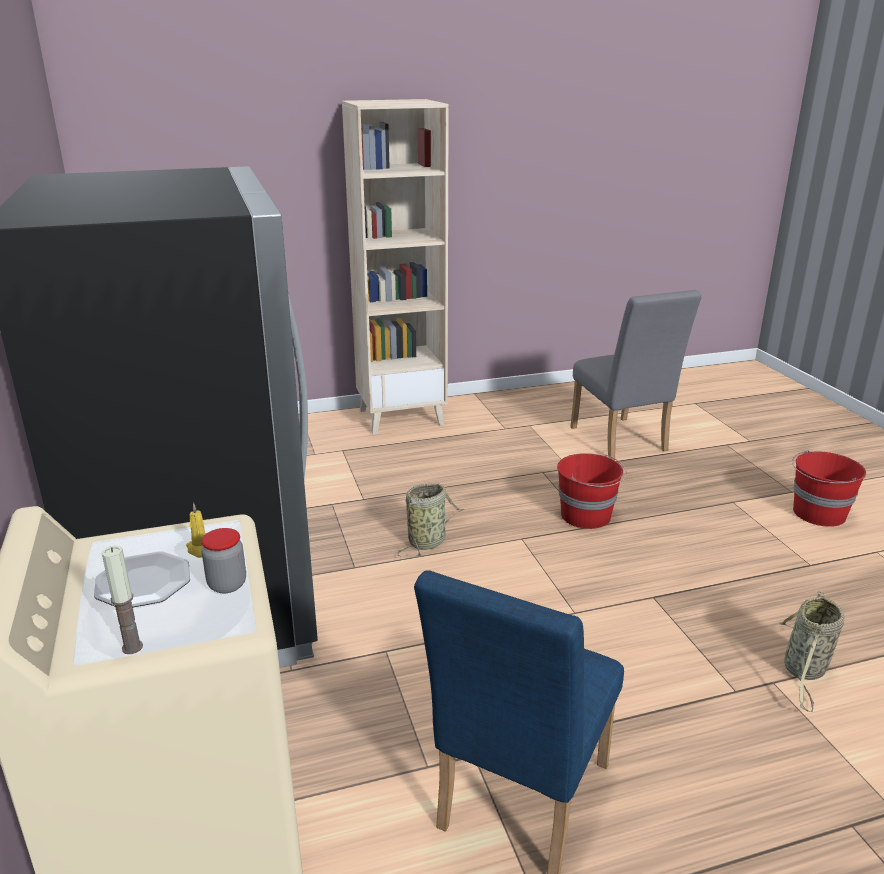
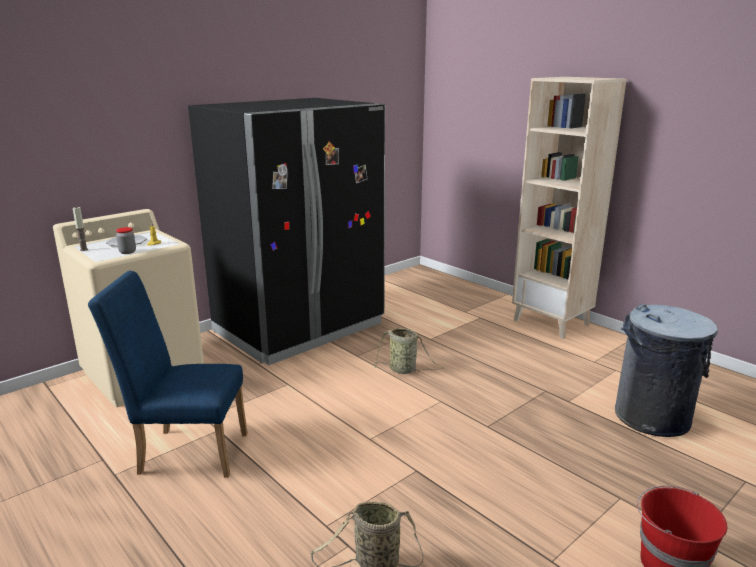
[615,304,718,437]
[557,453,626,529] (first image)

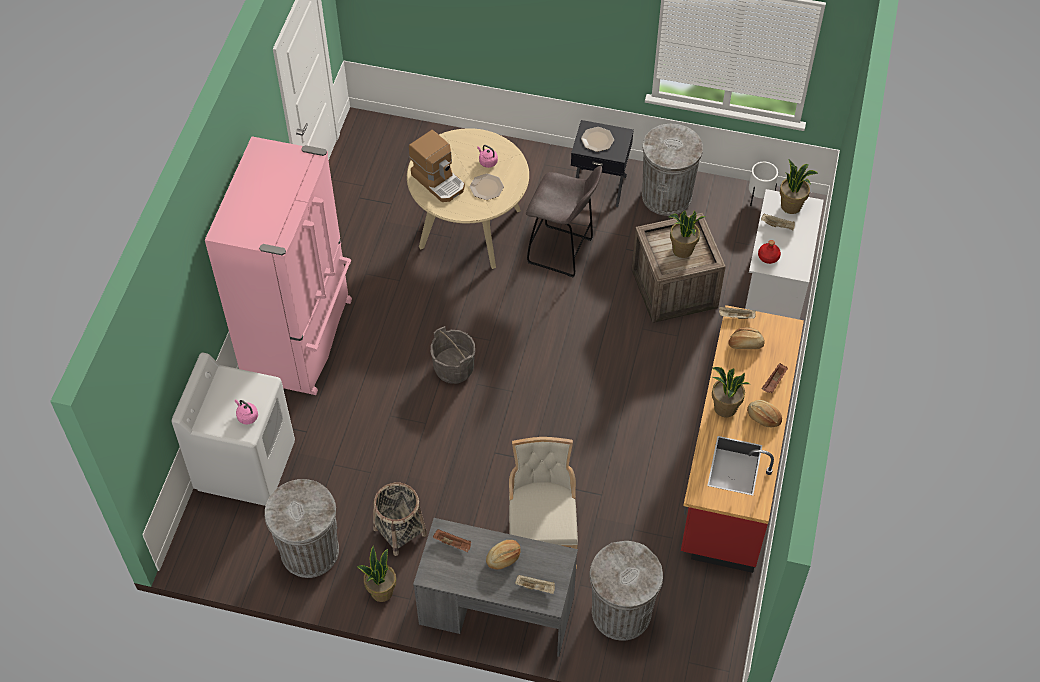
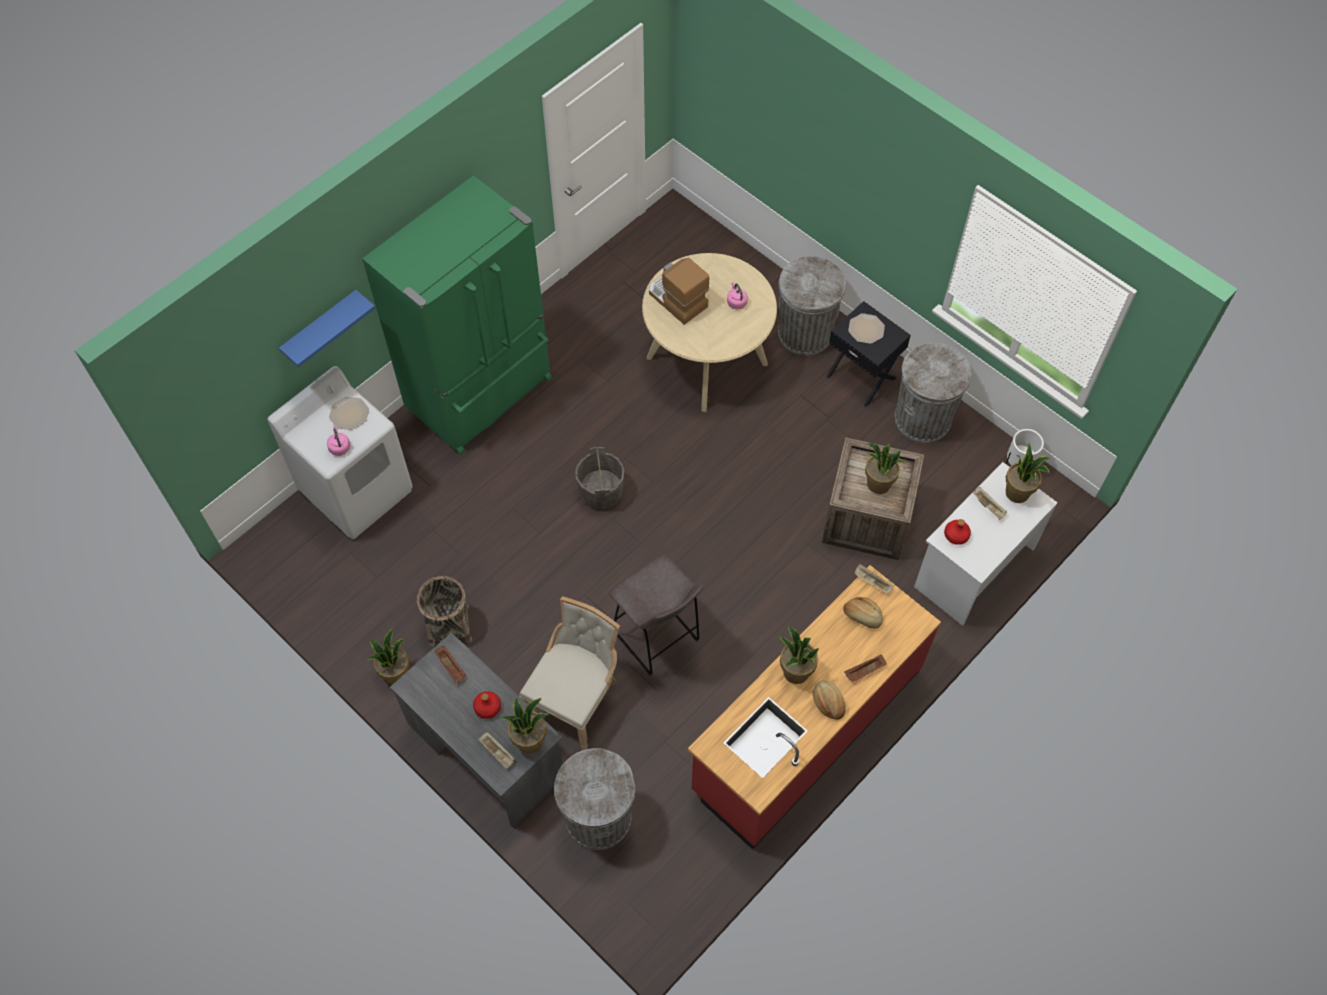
[279,290,375,367]
[329,397,369,430]
[362,175,552,455]
[473,691,501,719]
[501,698,549,753]
[608,554,704,675]
[649,258,709,325]
[778,256,846,356]

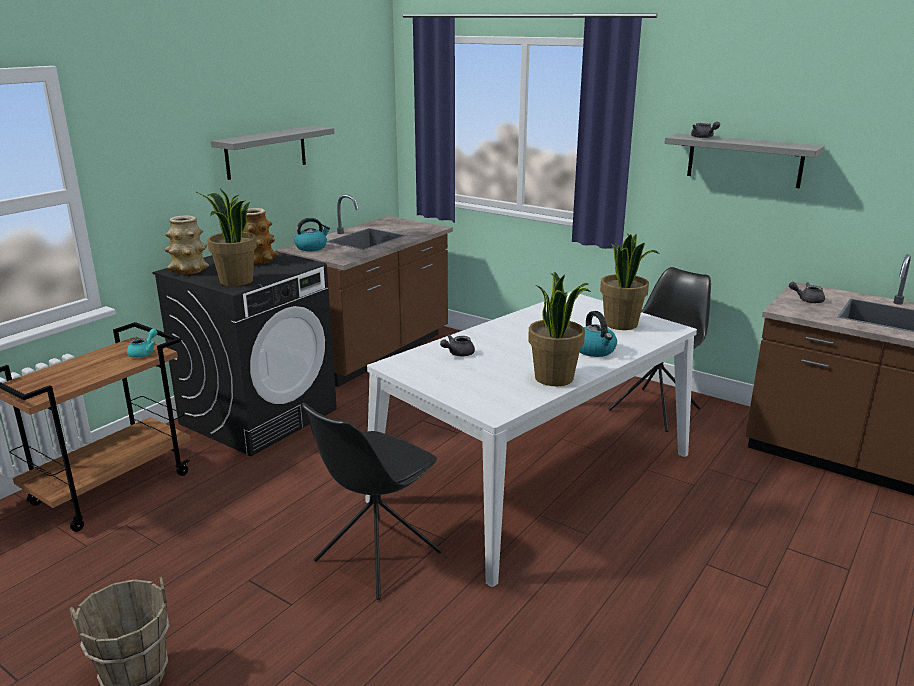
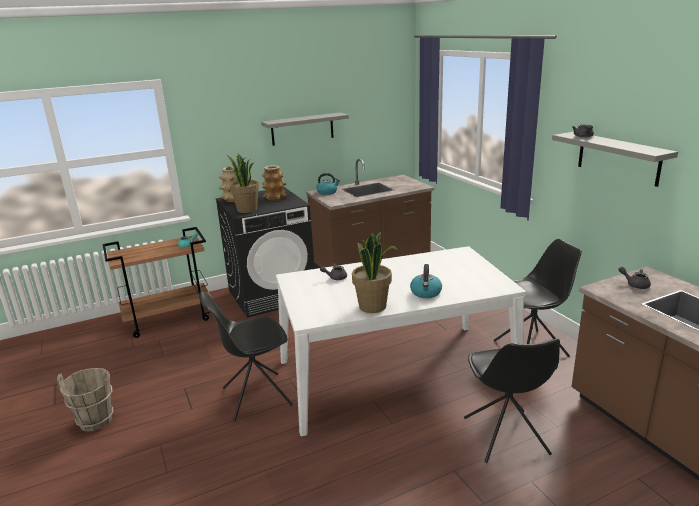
[464,339,560,463]
[600,233,659,330] (first image)

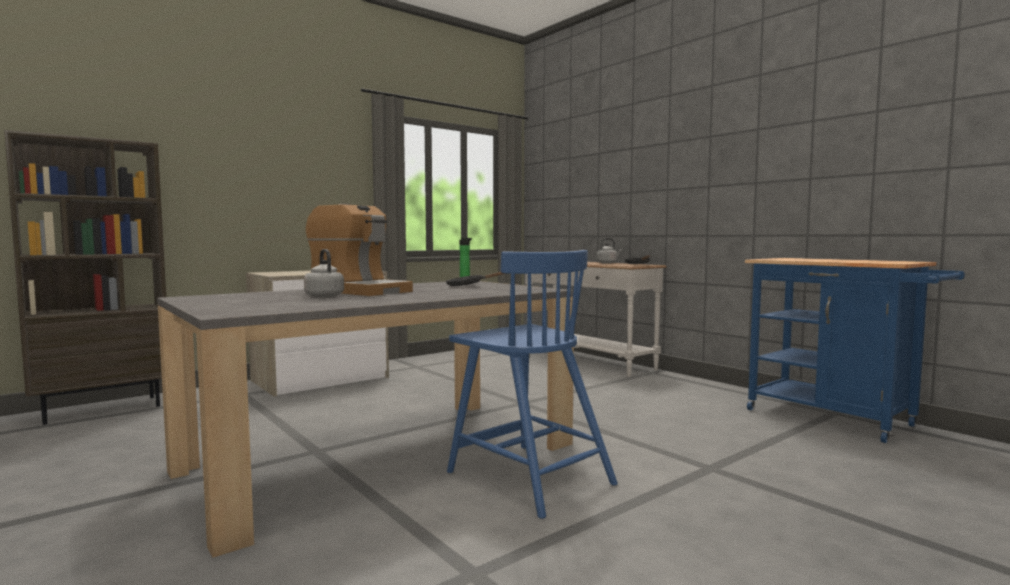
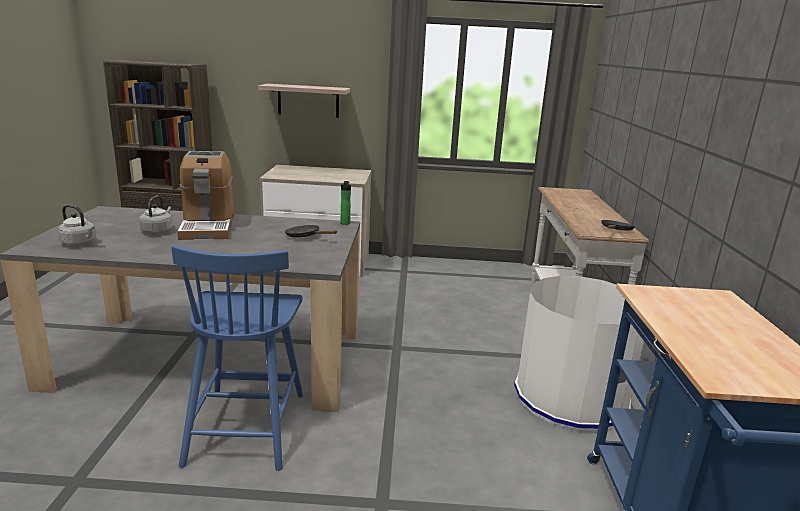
[58,205,96,246]
[258,83,350,118]
[514,276,644,431]

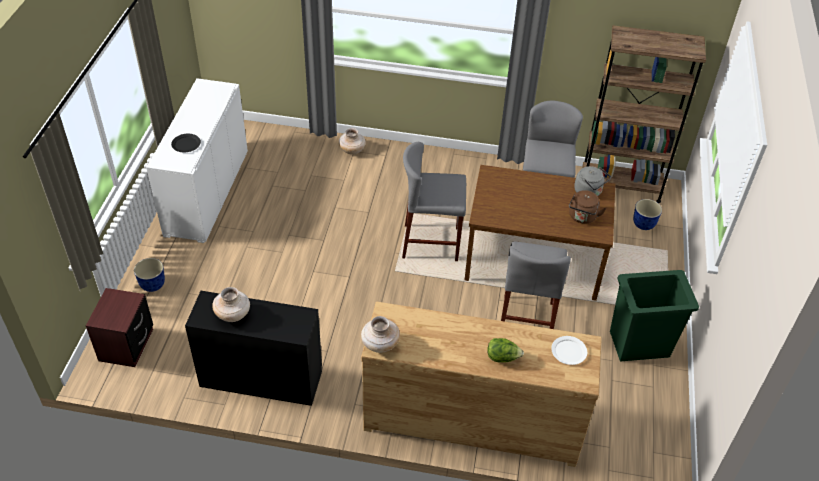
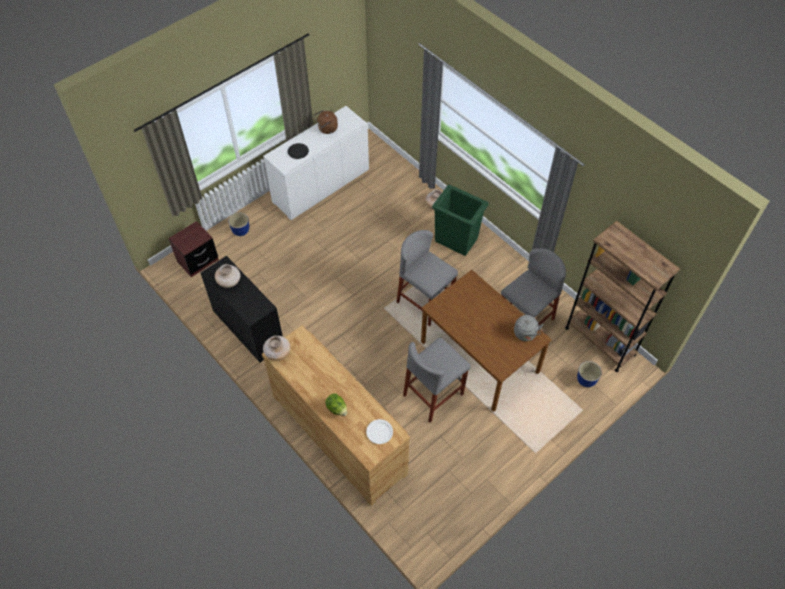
[313,110,338,134]
[432,185,489,256]

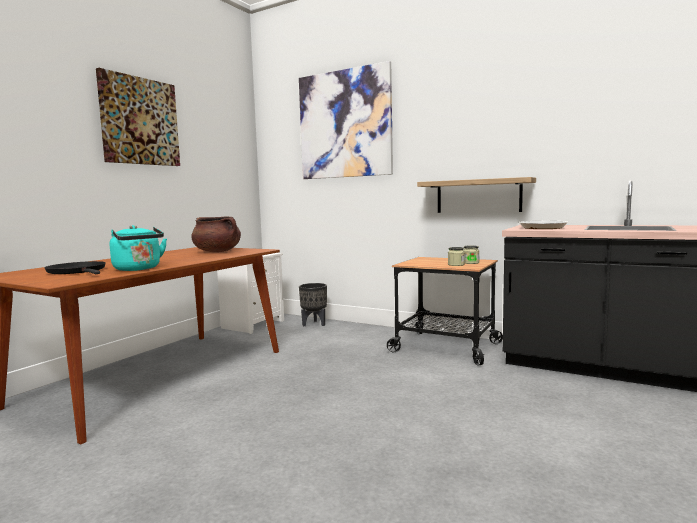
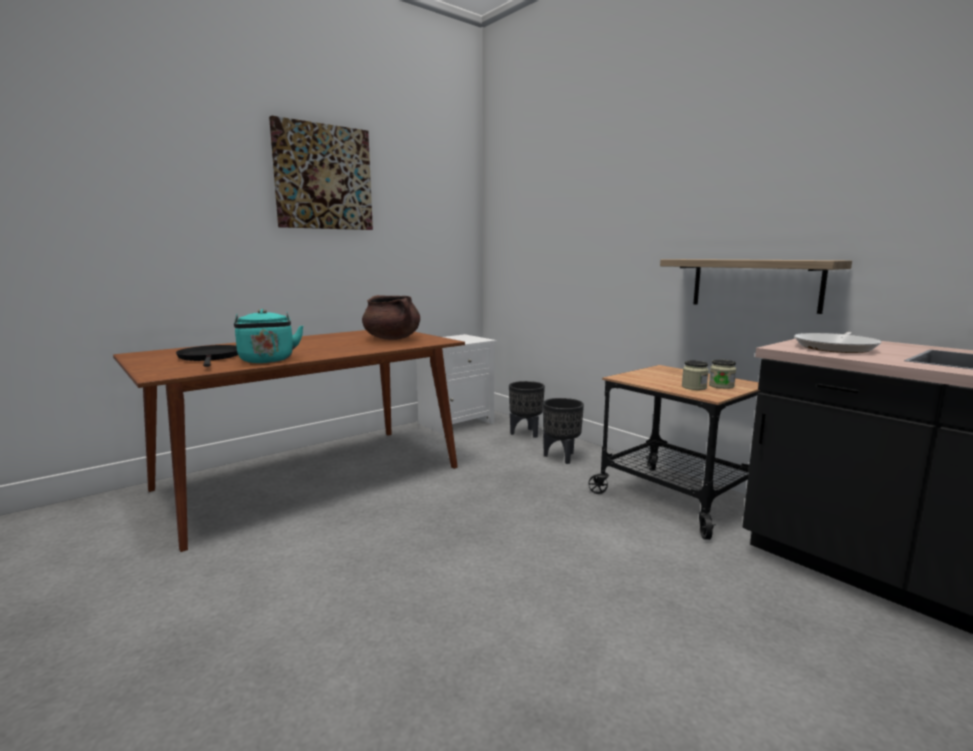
[543,398,584,464]
[299,61,393,179] (first image)

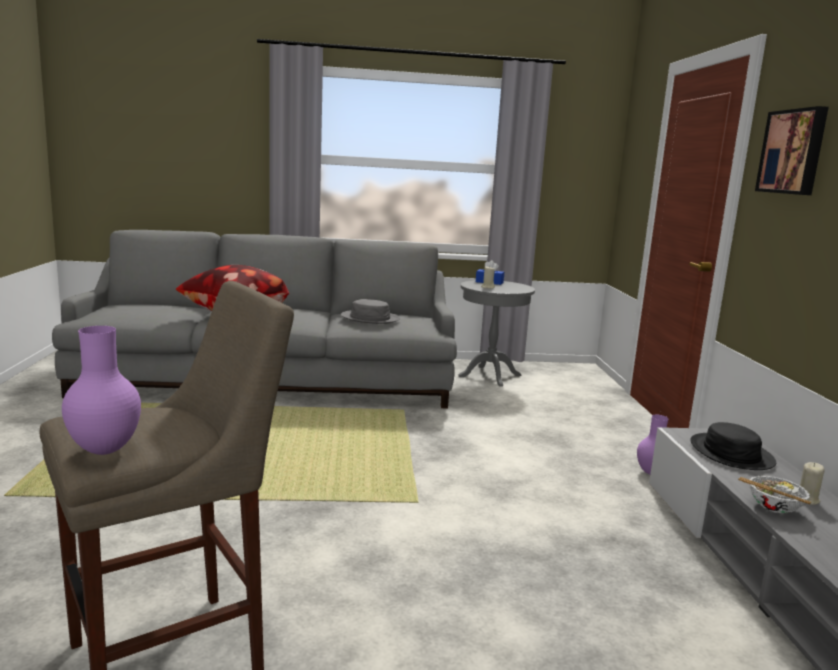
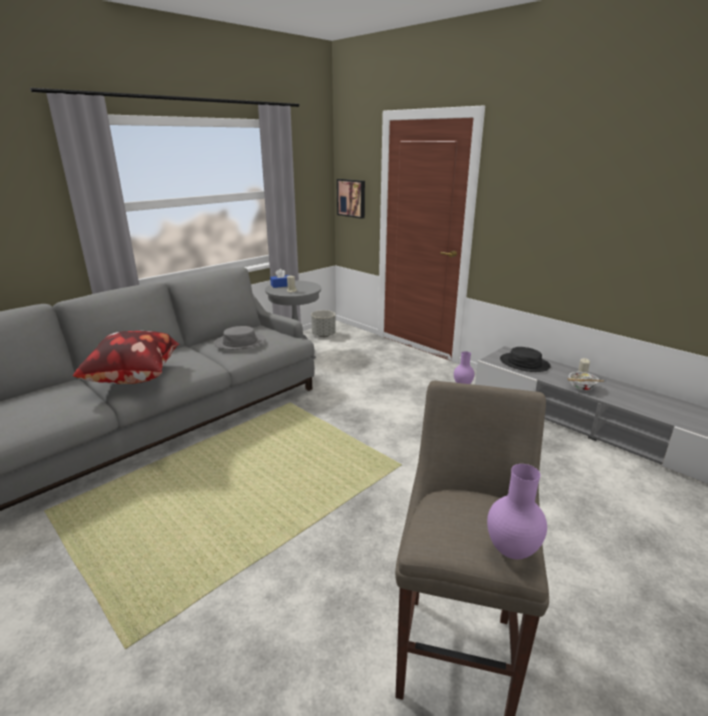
[311,310,336,337]
[337,179,365,219]

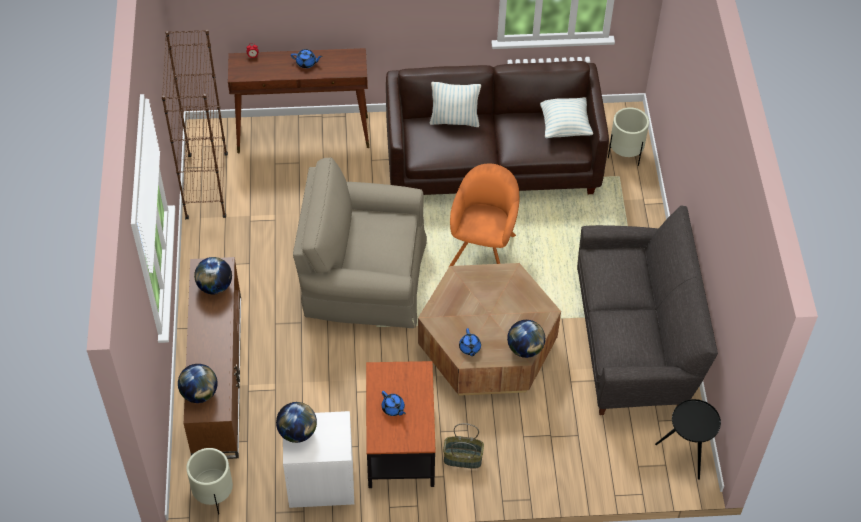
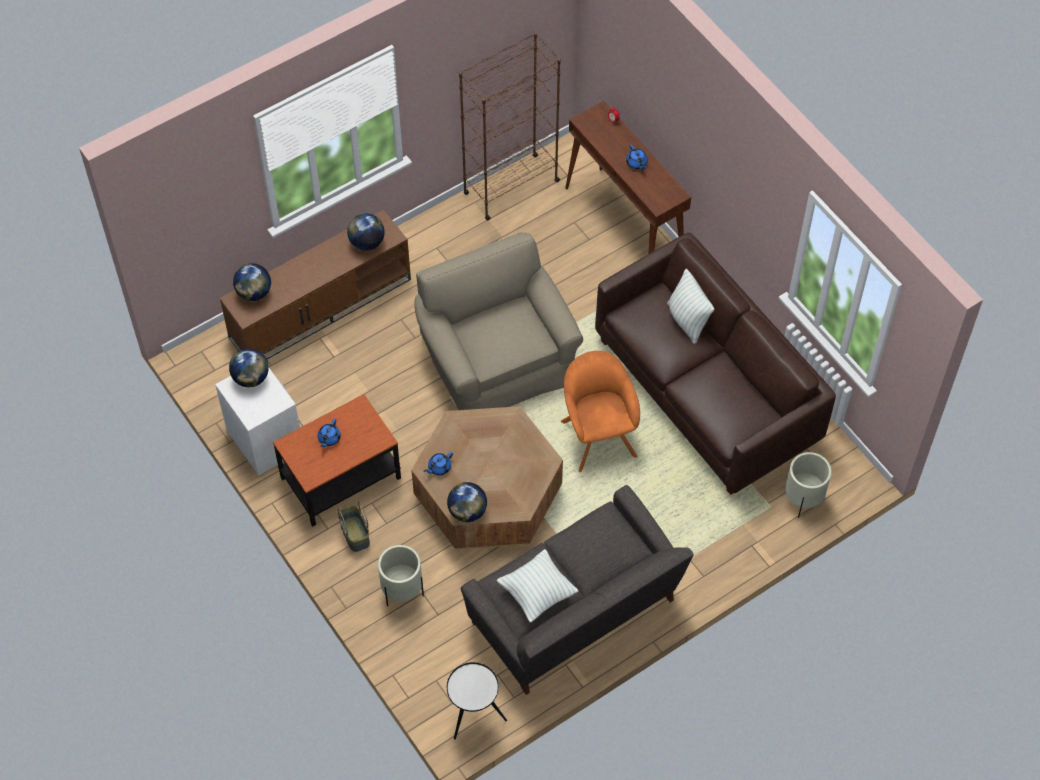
[378,545,424,607]
[497,549,578,623]
[561,351,640,472]

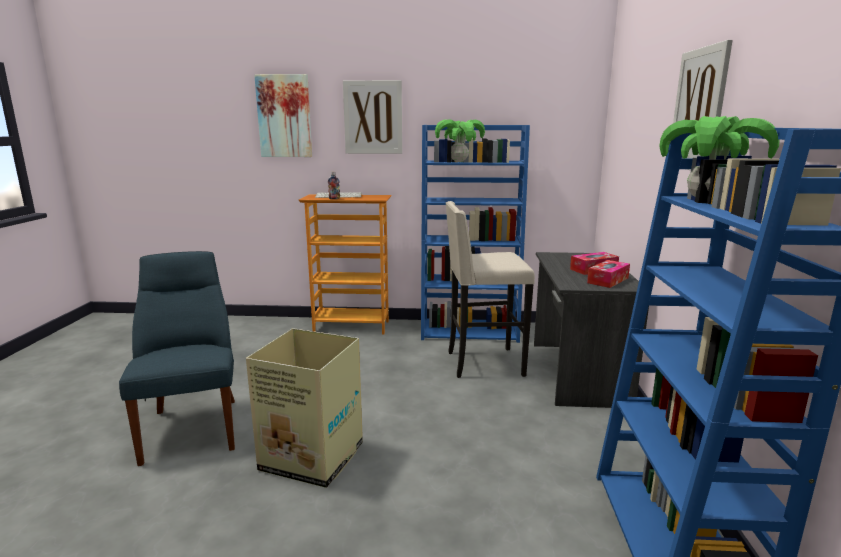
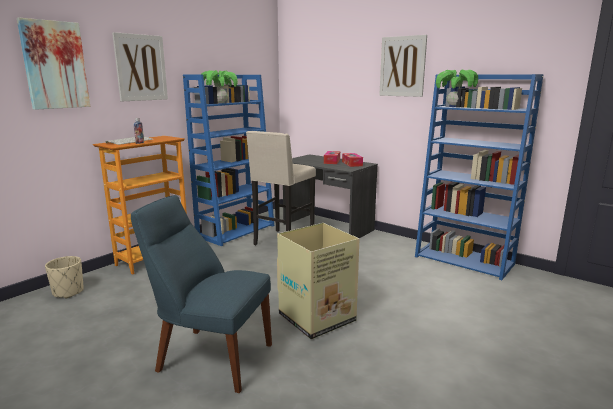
[45,256,84,298]

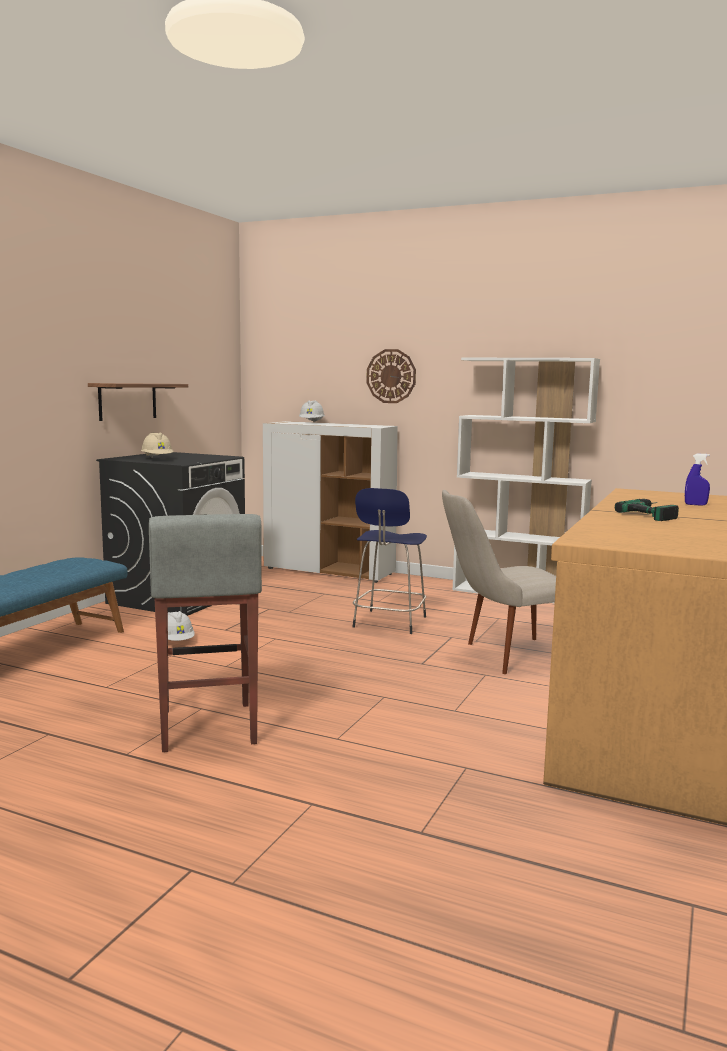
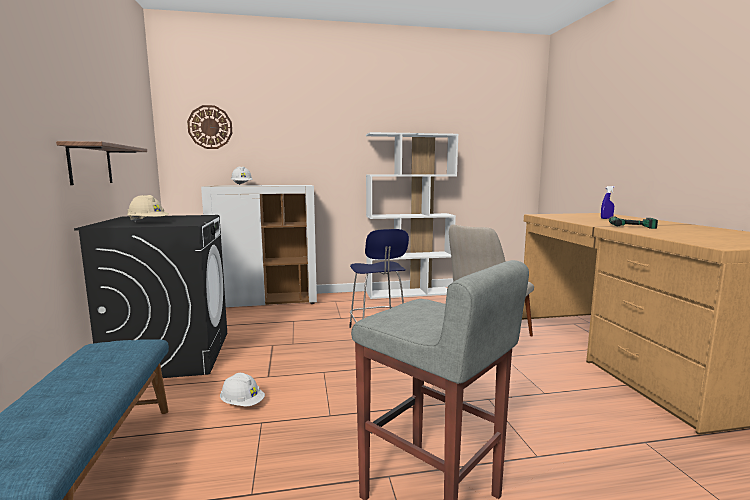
[187,105,232,149]

